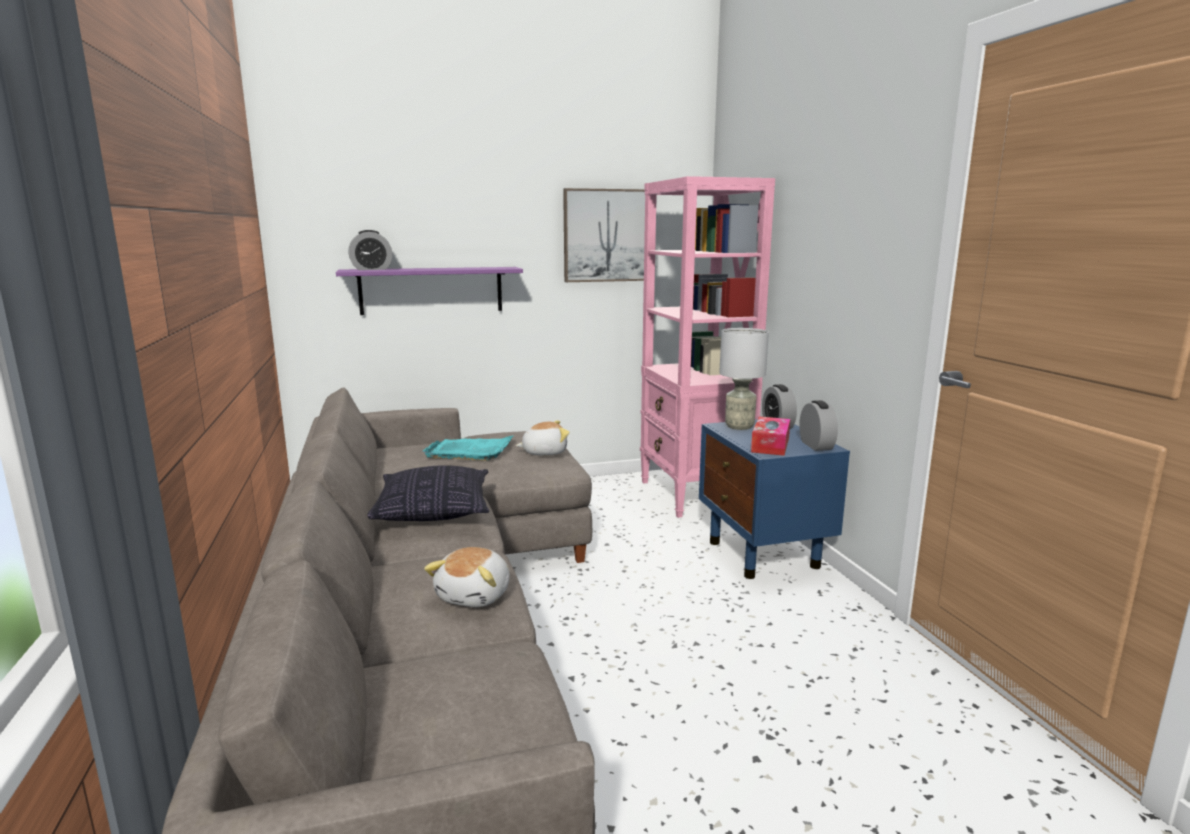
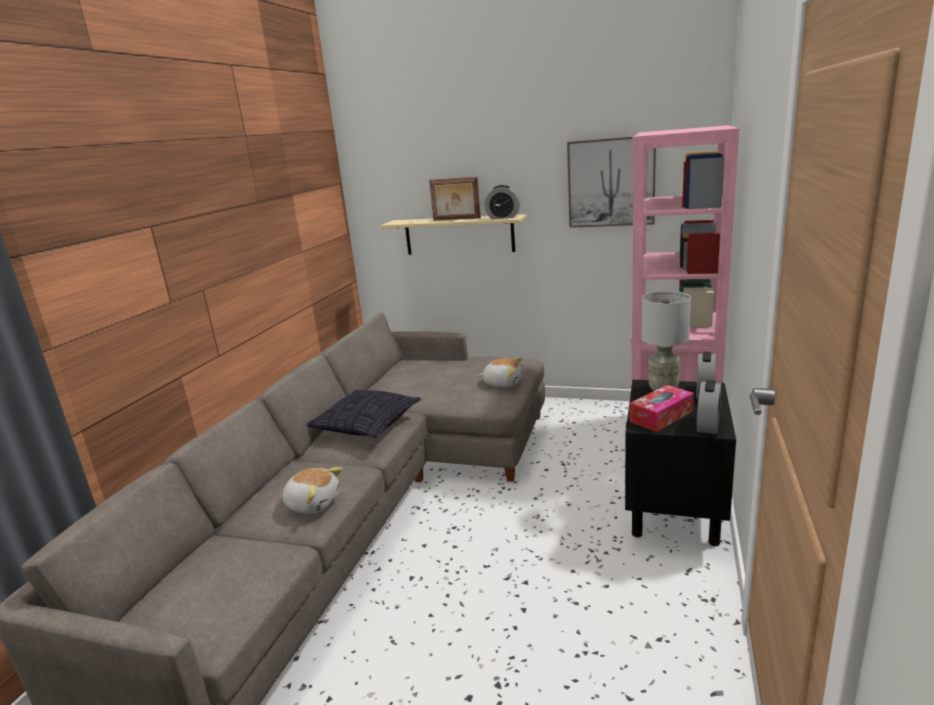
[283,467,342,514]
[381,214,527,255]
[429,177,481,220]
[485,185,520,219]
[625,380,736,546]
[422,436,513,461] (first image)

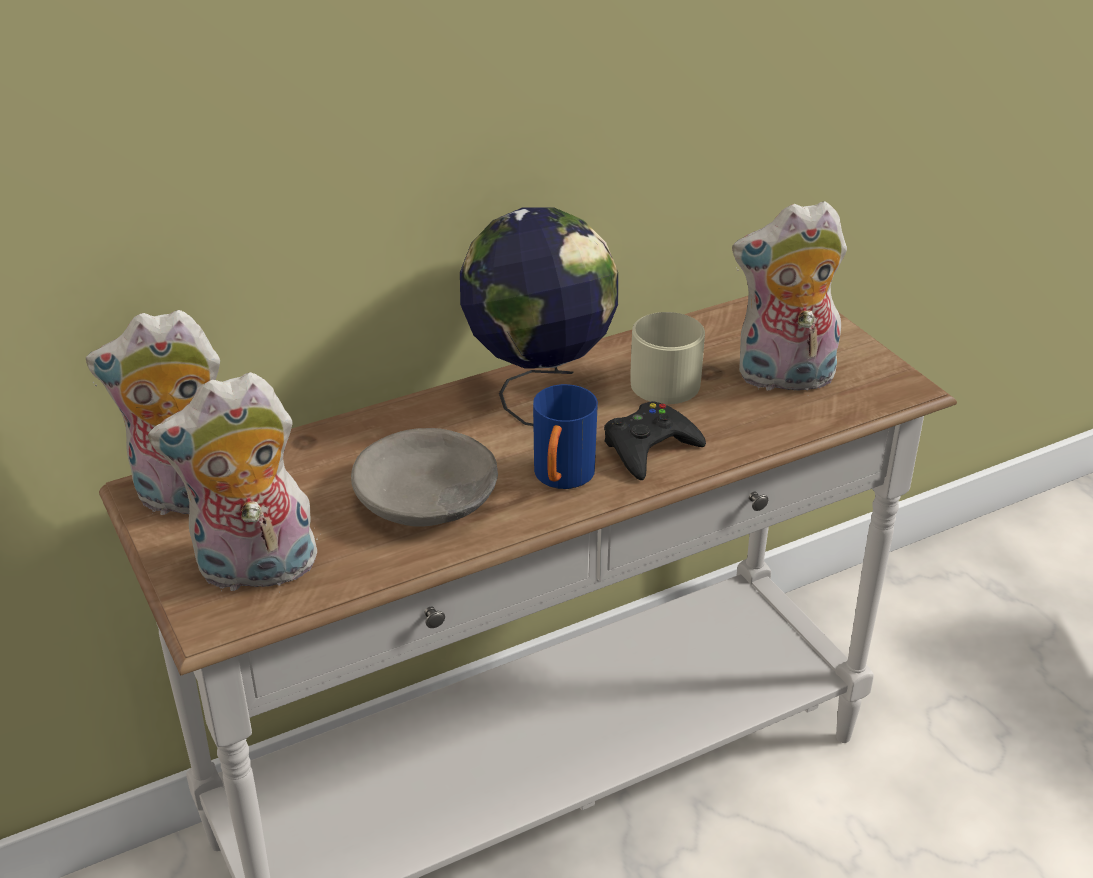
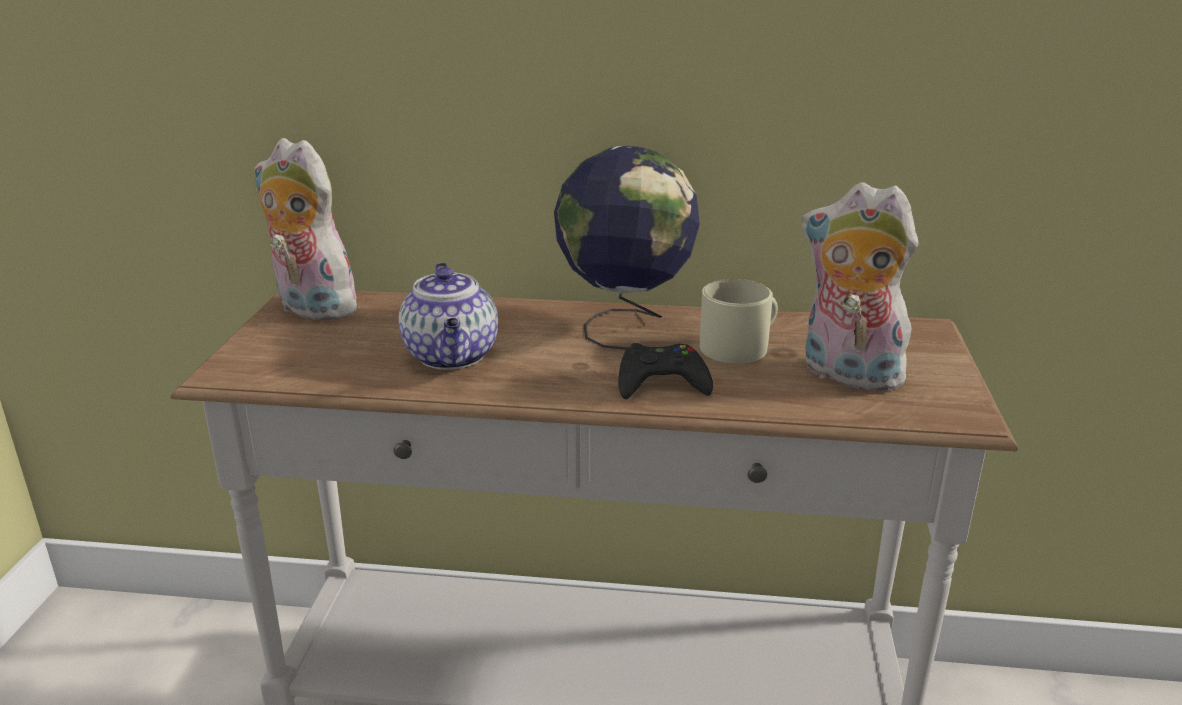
[399,263,498,370]
[148,372,318,593] (first image)
[533,384,598,489] (first image)

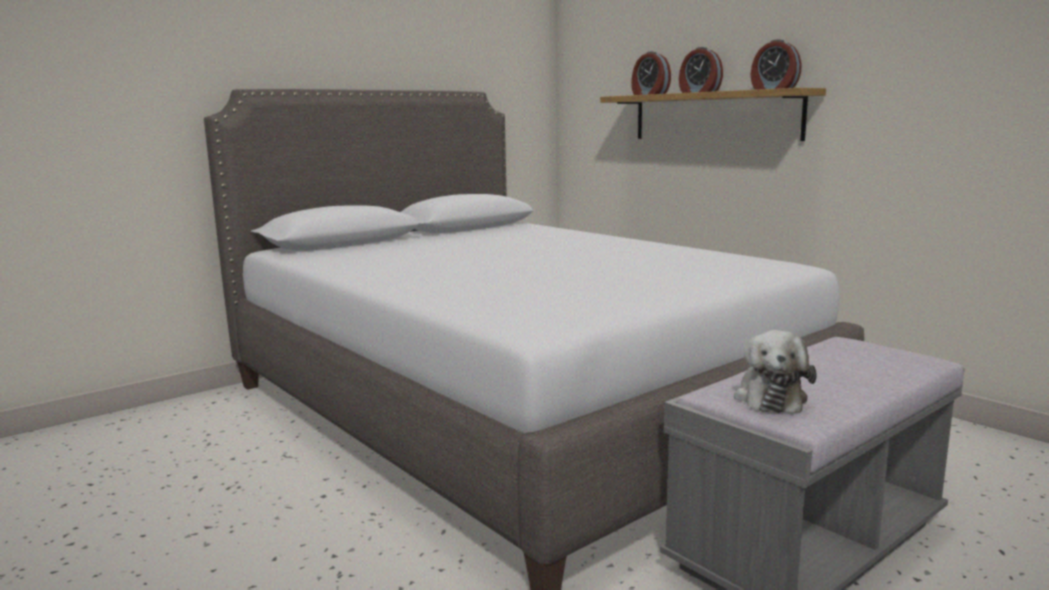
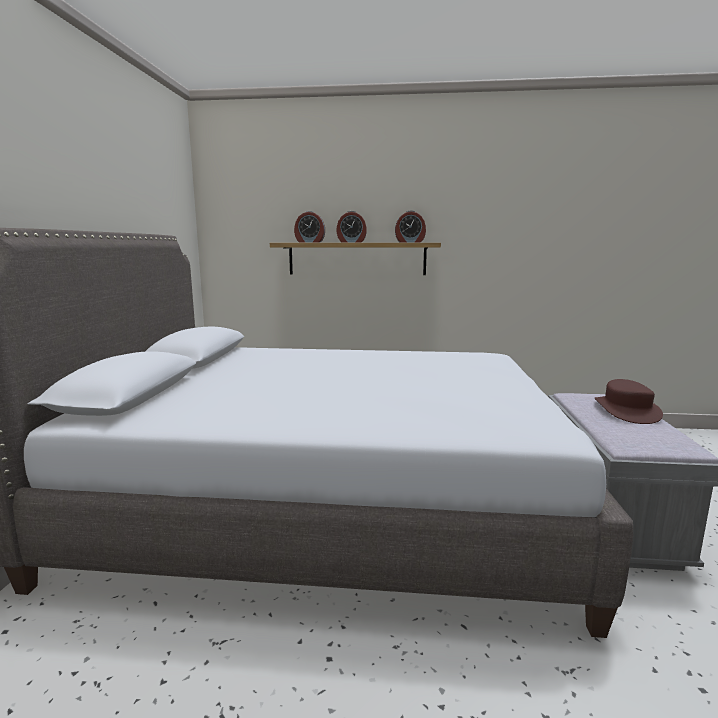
[595,379,663,424]
[734,330,817,413] (first image)

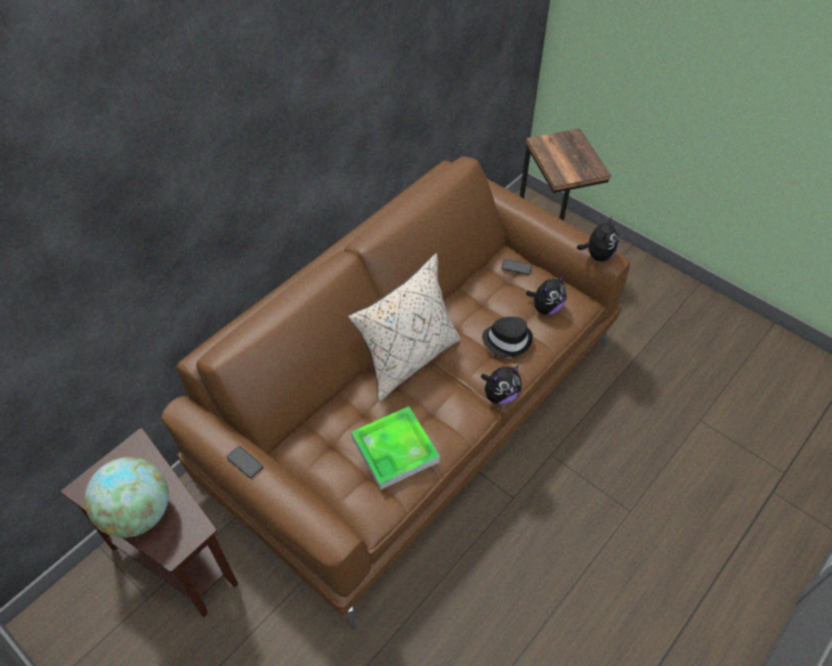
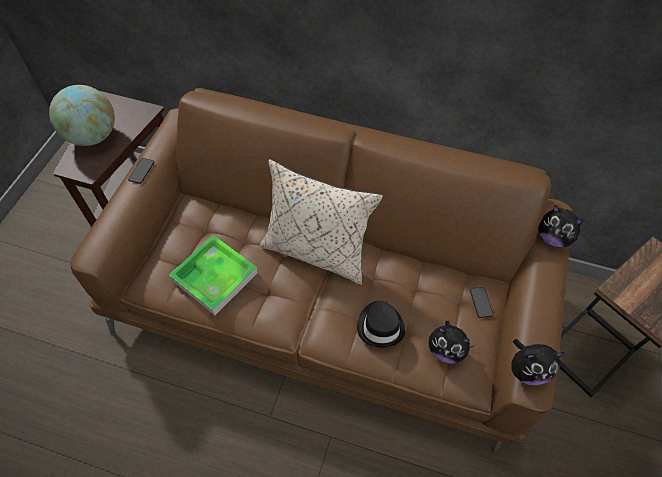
[538,205,584,247]

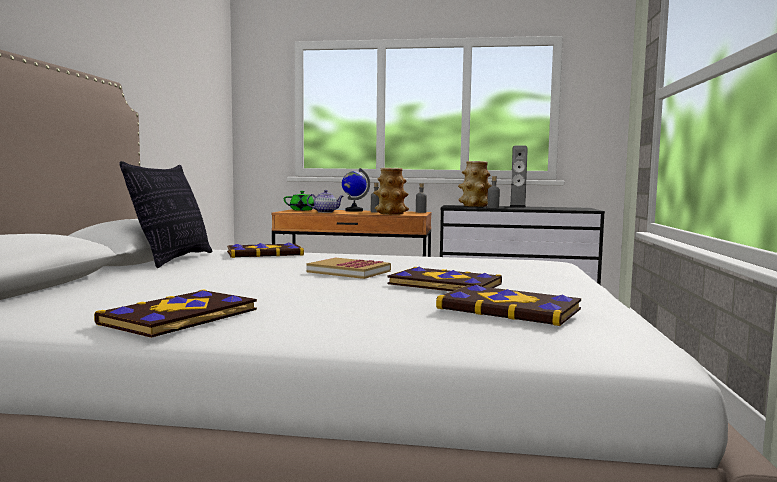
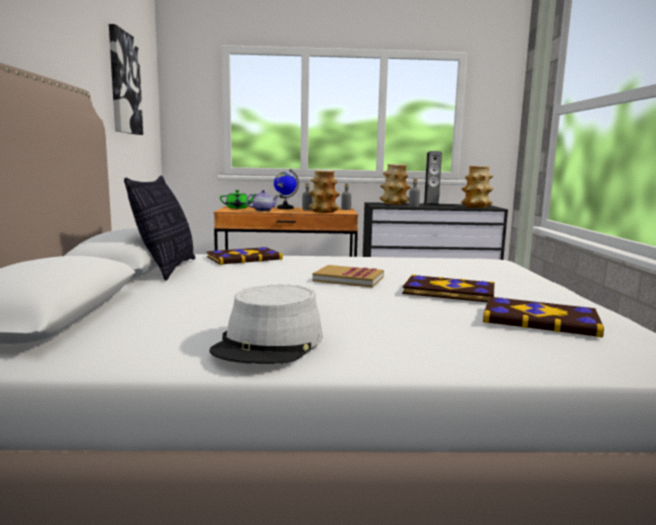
[109,24,143,135]
[209,285,323,364]
[461,166,494,208]

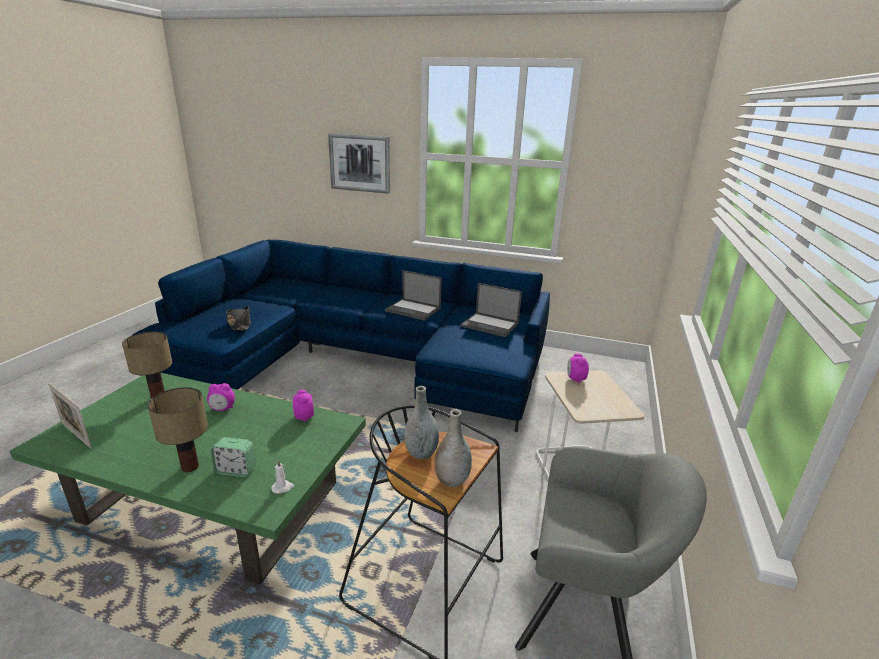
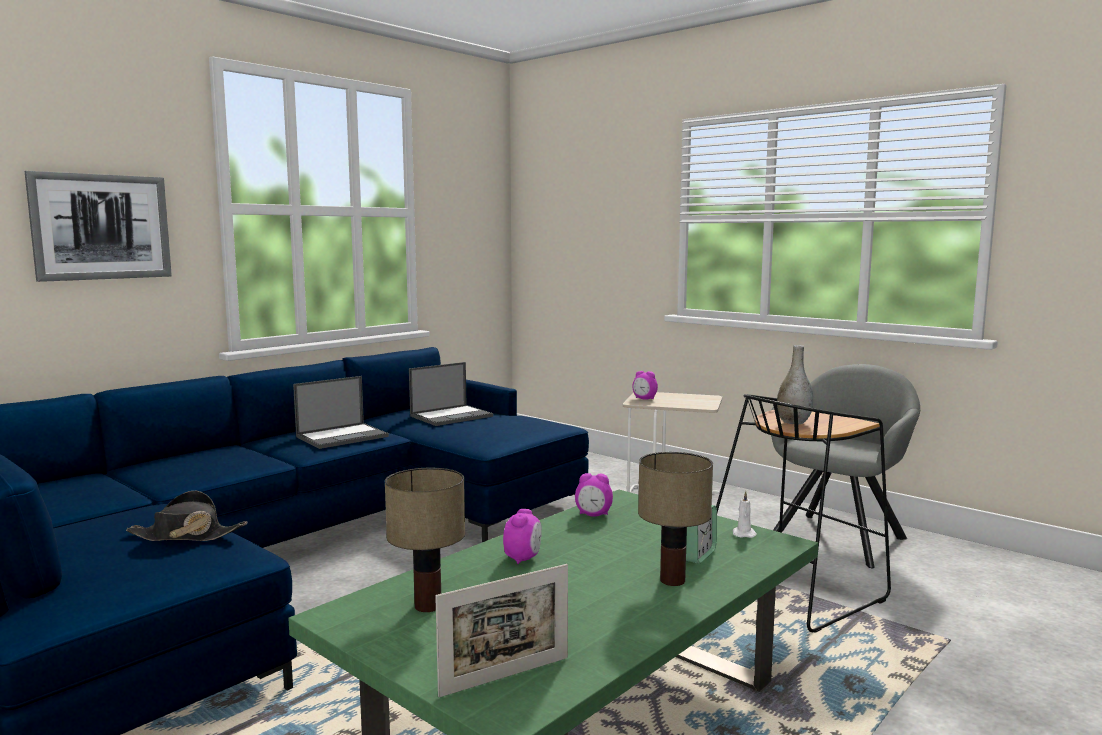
[435,409,472,487] (first image)

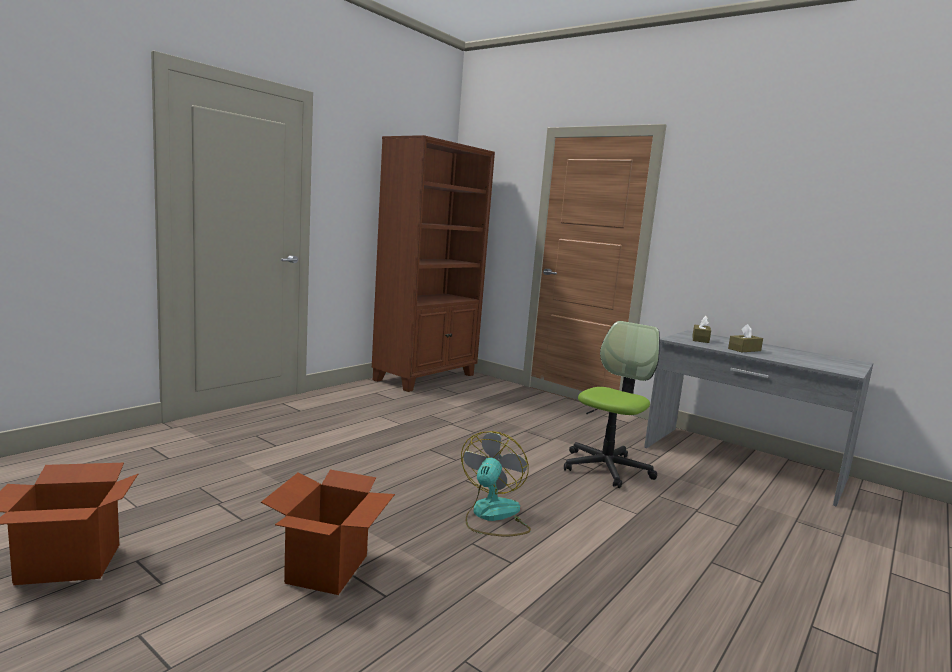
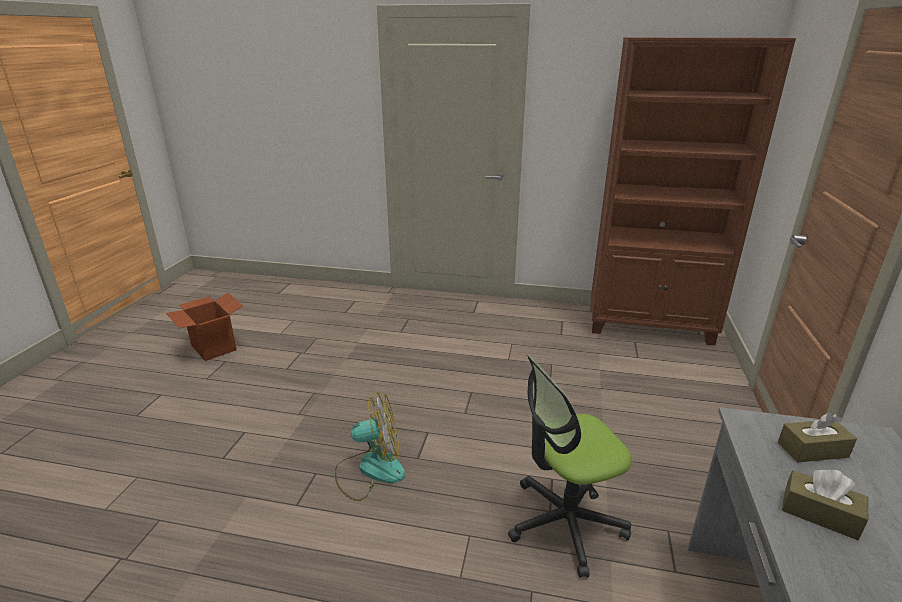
[508,355,632,578]
[261,470,395,595] (first image)

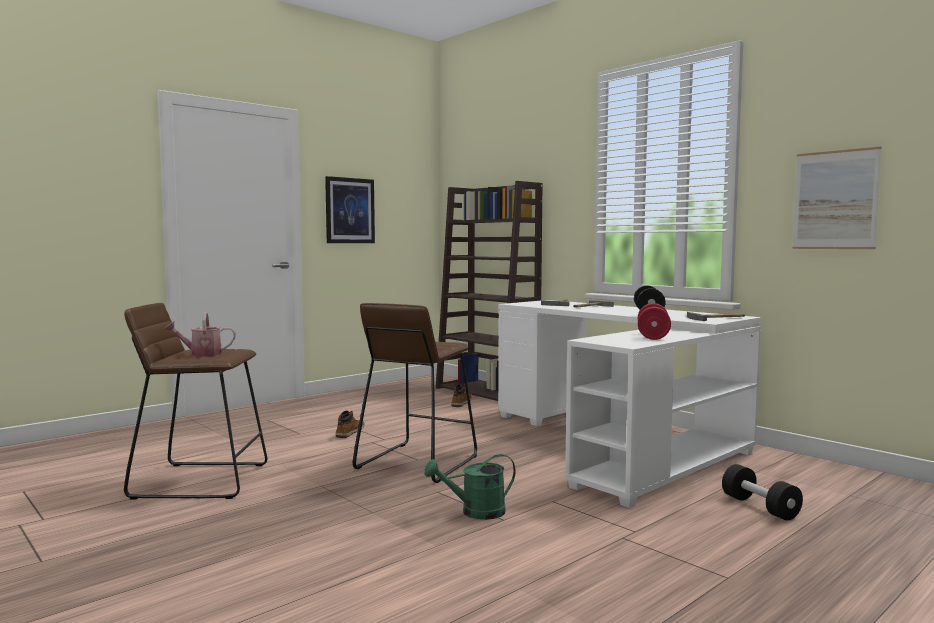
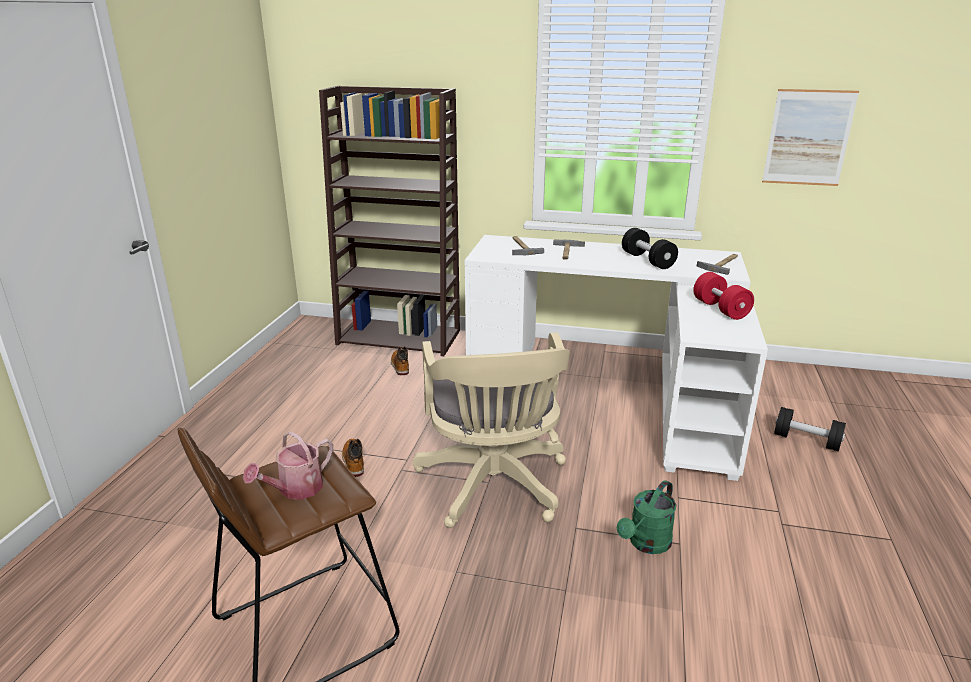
[412,332,570,528]
[325,176,375,243] (first image)

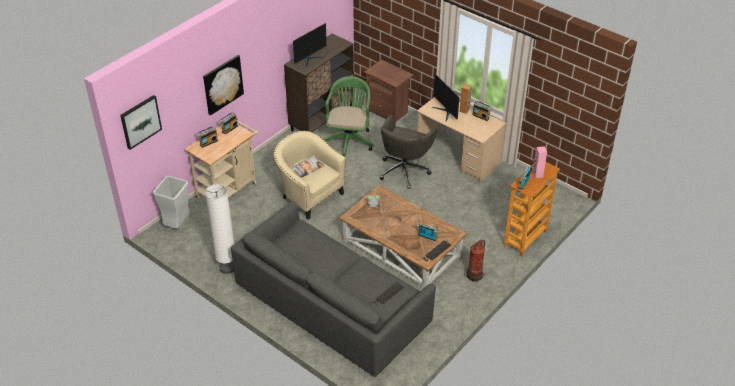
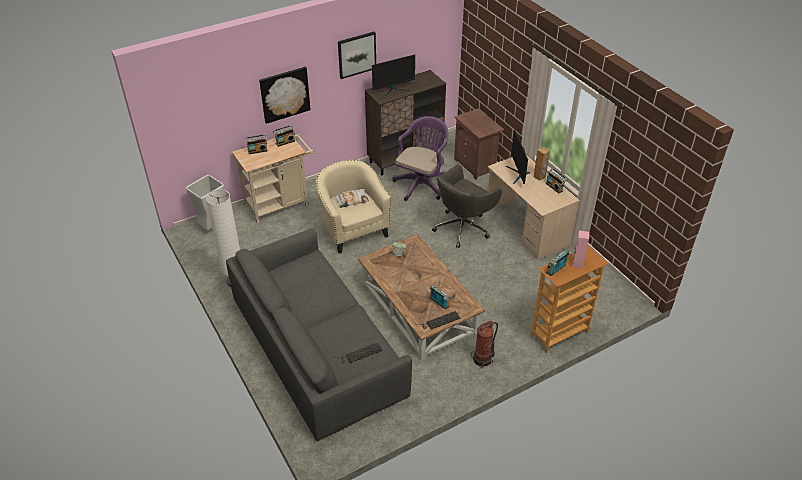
[338,32,376,79]
[392,116,448,201]

